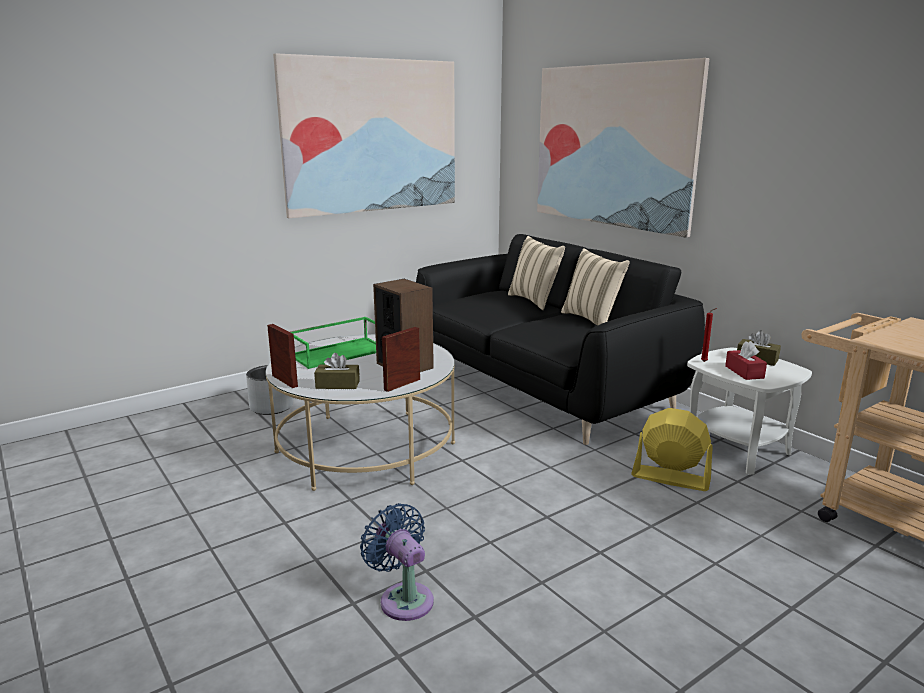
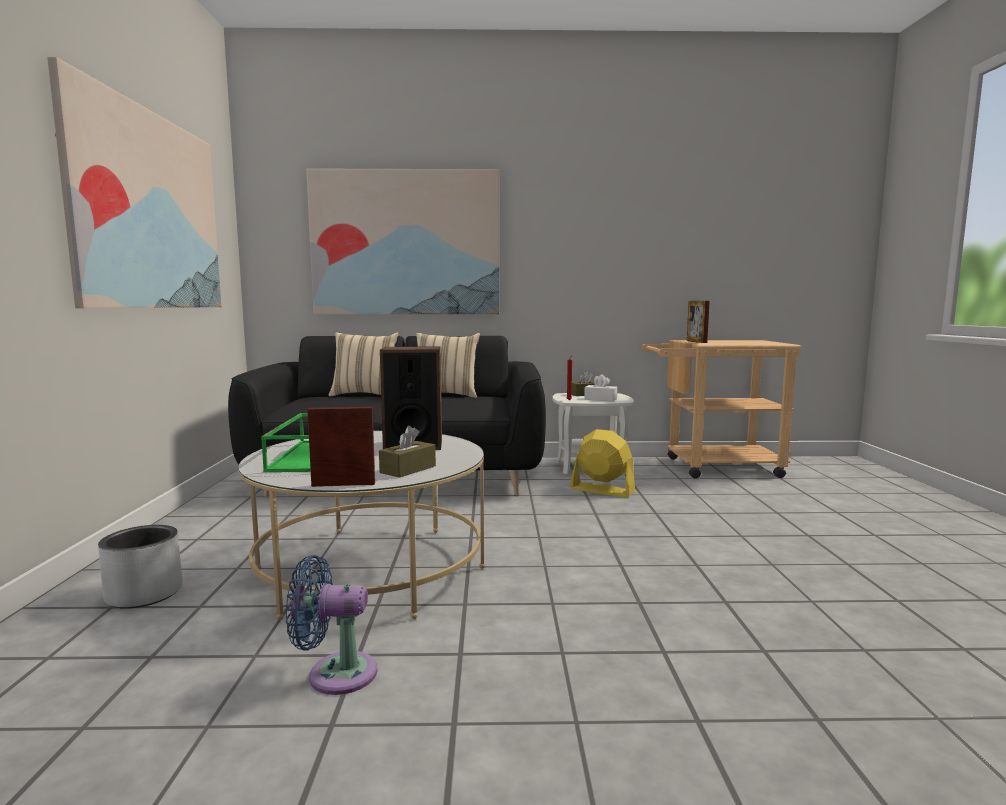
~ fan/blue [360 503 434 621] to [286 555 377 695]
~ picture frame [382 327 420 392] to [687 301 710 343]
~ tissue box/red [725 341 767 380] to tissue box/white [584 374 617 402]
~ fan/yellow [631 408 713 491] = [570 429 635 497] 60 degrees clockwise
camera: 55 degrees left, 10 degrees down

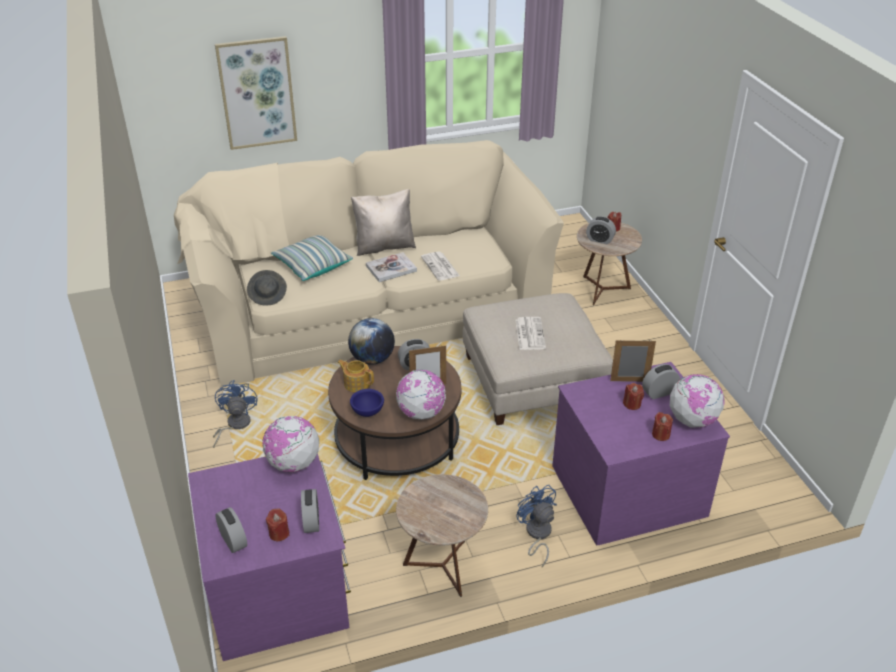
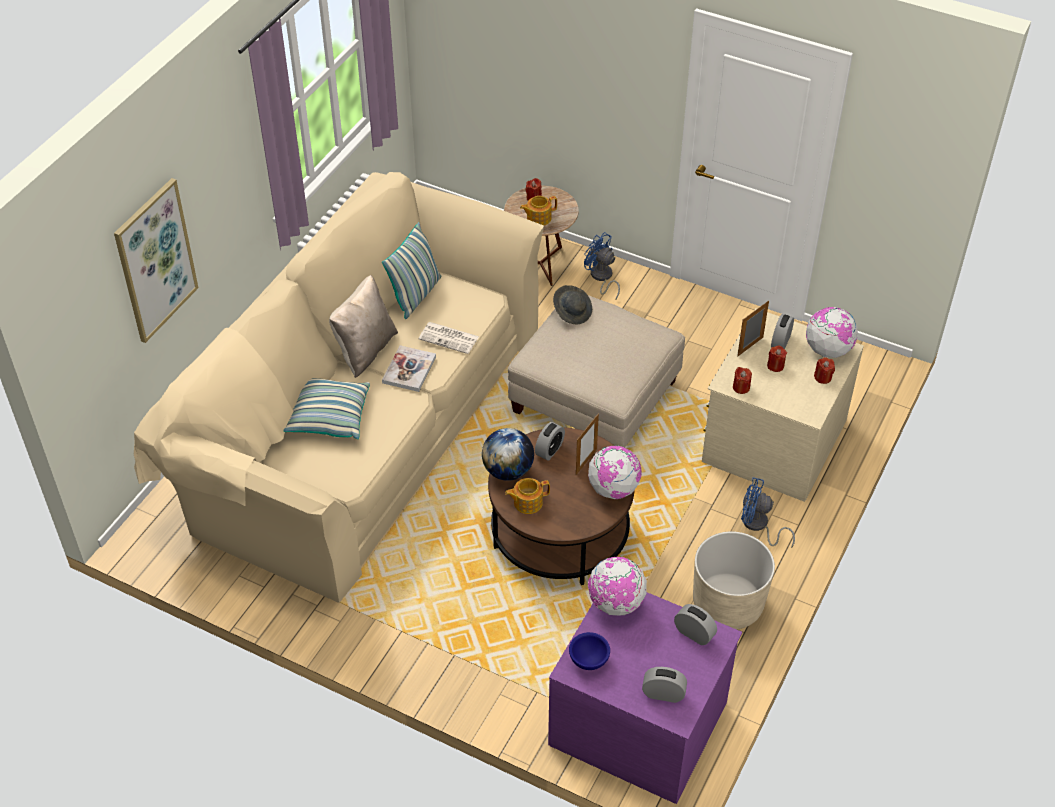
- newspaper [516 317 546 350]
+ pillow [382 222 441 319]
~ fan/blue [213 380 258 448] to [584 232 620 301]
~ hat/grey [247 270 287 306] to [553 285 592 324]
~ candle/red [266 508 289 541] to [733 367 752 394]
~ bowl/blue [350 389 384 417] to [569 632 610 670]
~ side table/brown [396 474 488 597] to planter/beige [693 531 775 629]
~ alarm clock [586 216 616 244] to teapot [520 196 557 226]
~ dresser/purple [552 362 730 545] to dresser/beige [702 308 864 502]
camera: 45 degrees left, 10 degrees up

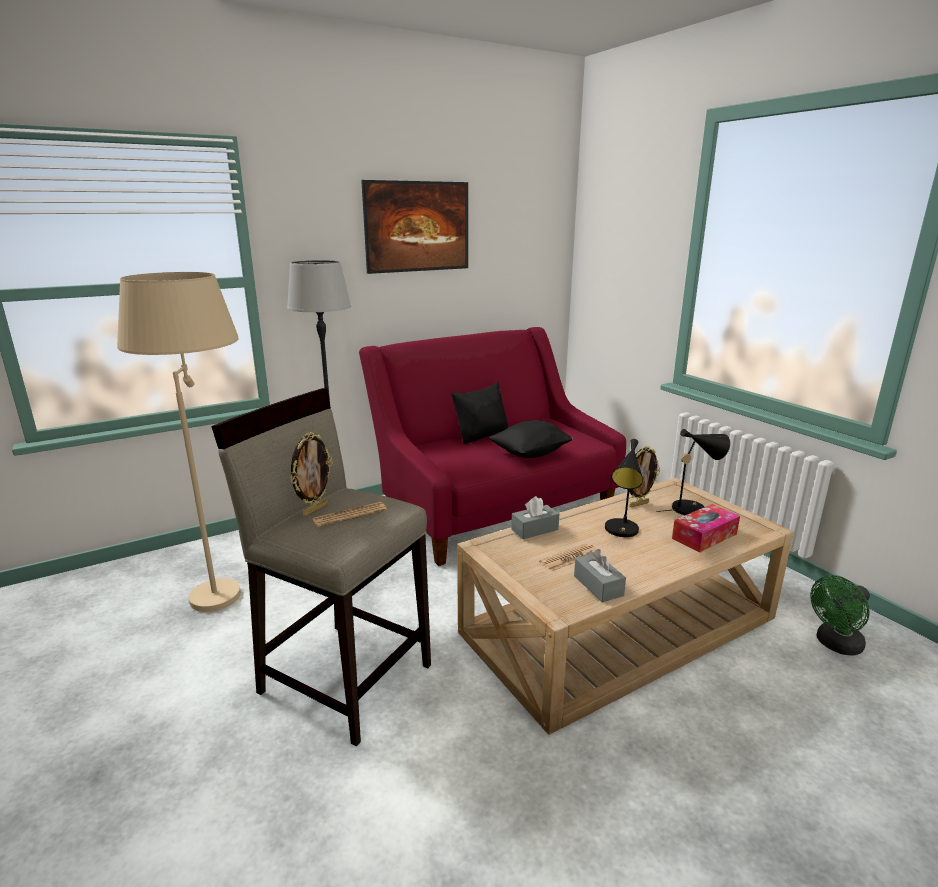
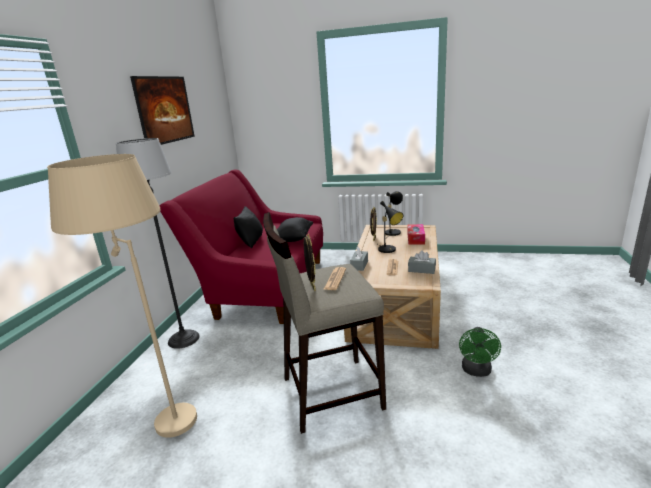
~ fan/green [810 575 870 656] to [459 327 501 377]
camera: 45 degrees left, 0 degrees up

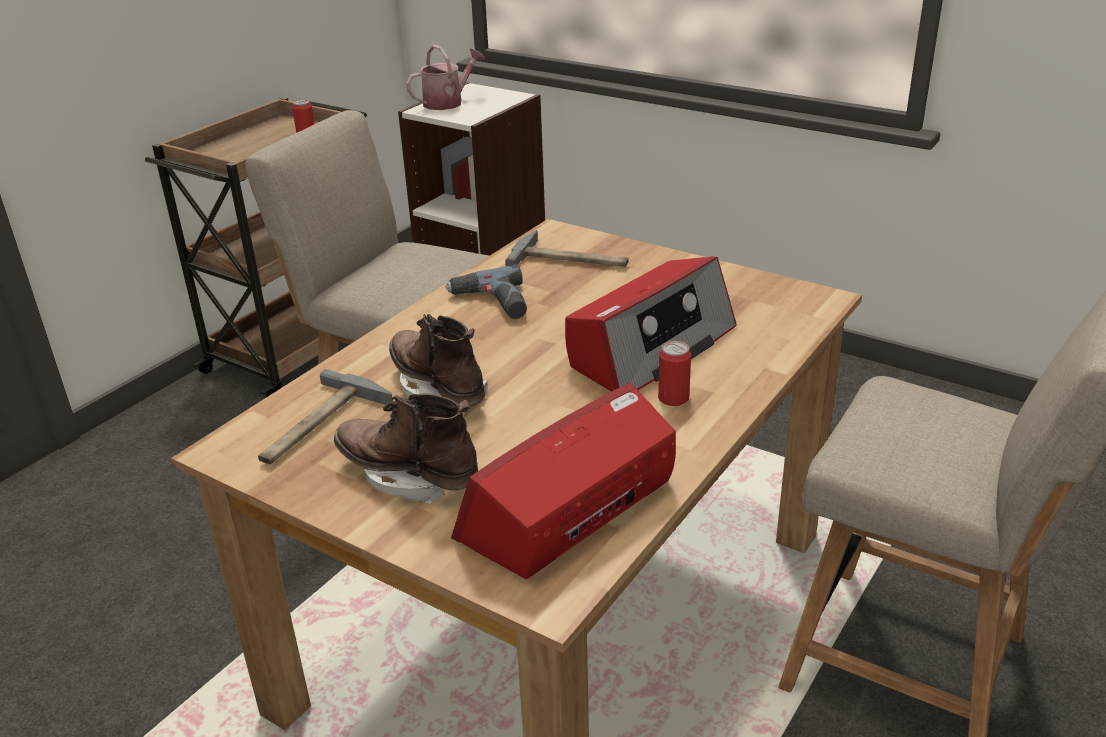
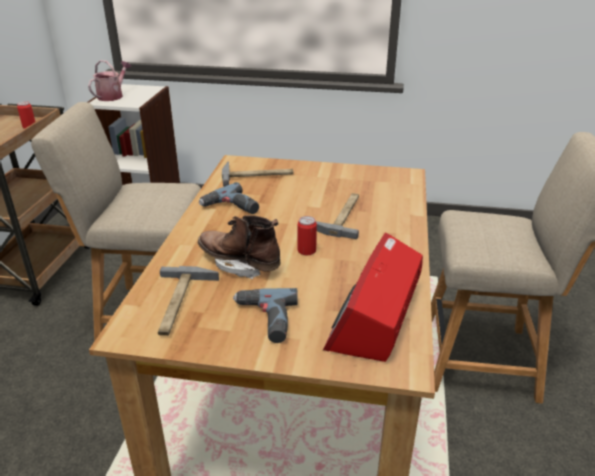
~ can [658 341 691 406] to [298 216 317 256]
~ boot/brown [334 393 478 504] to power drill [233 288 298 343]
~ radio [565 256 736 392] to hammer [316 193 359 239]
camera: 25 degrees left, 0 degrees up

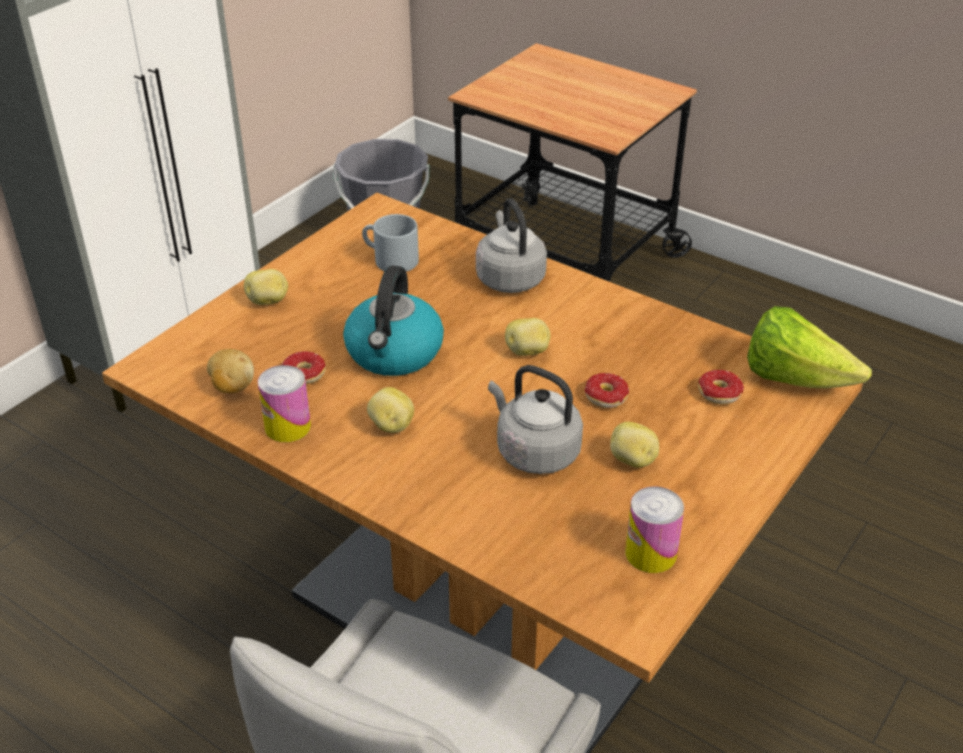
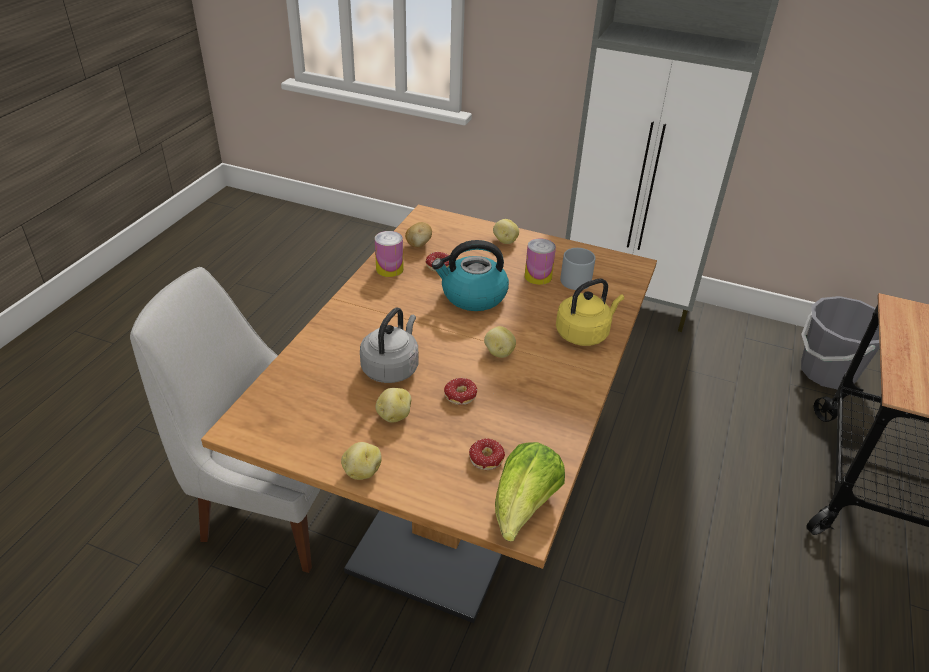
~ potato [367 387 414 433] to [341 442 382 480]
~ can [625 486 684 573] to [525 238 556 285]
~ kettle/grey [476 198 547 293] to kettle/yellow [556 278 624 346]
camera: 75 degrees right, 0 degrees up

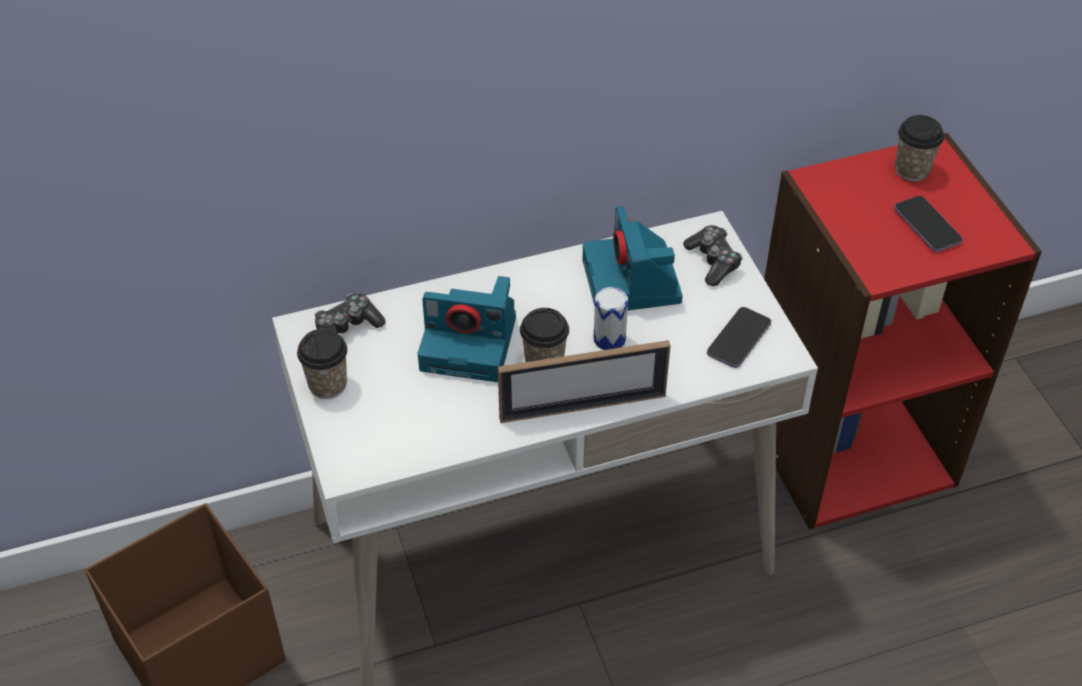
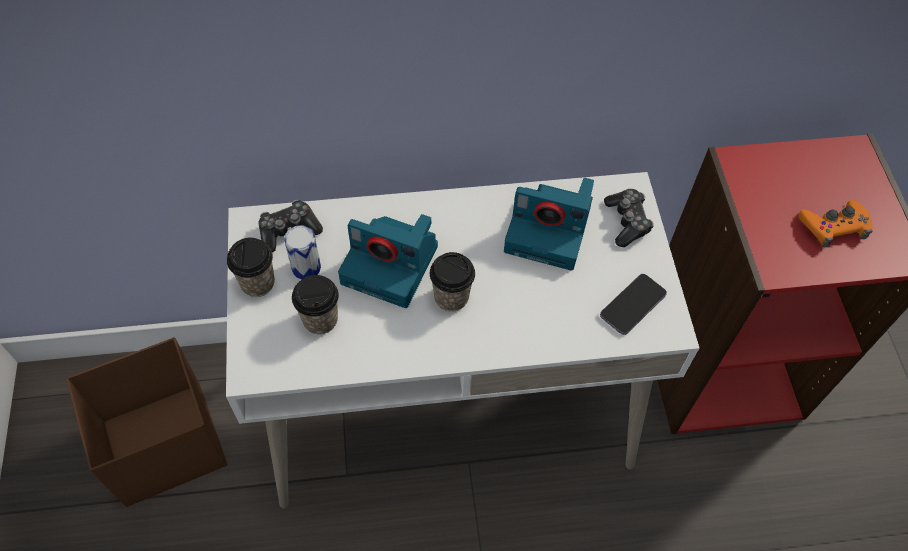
- picture frame [498 340 671 423]
~ can [594 287 628 350] to [284 225 321 279]
~ cup [895 115 944 181] to [292 275 339 334]
~ phone [894 196 963 252] to game controller/orange [798 200 873 247]
~ photo camera [582 206 683 310] = [504 178 594 271] 75 degrees counterclockwise
camera: 10 degrees right, 10 degrees up

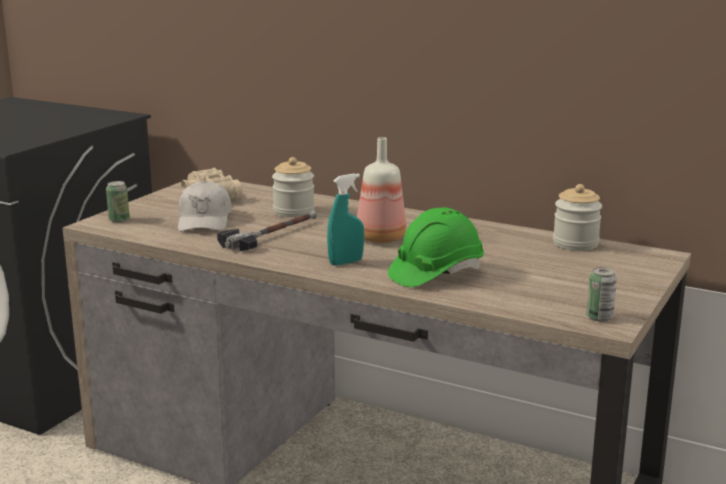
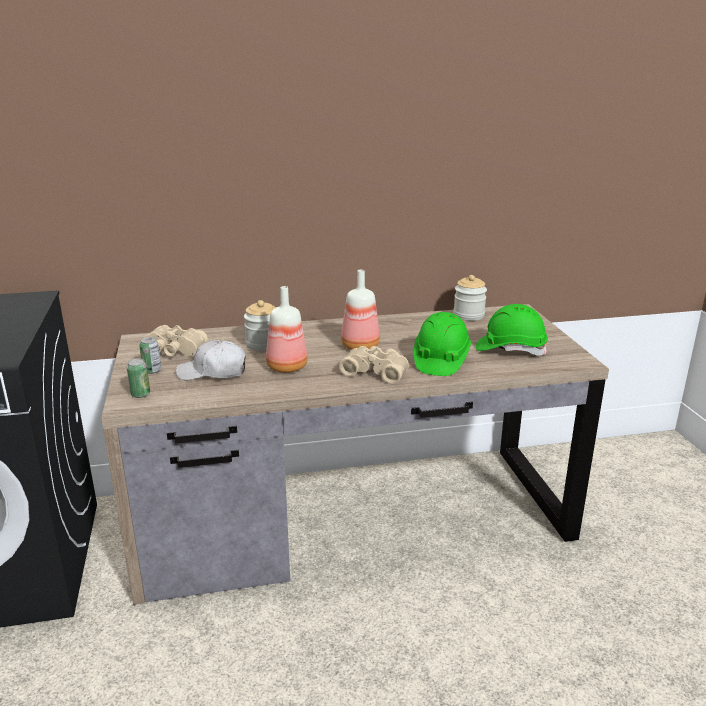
+ hard hat/green [476 304 548 356]
~ can [587 267 617 322] to [139 337 161 374]
~ hammer [217 210 317 251] to bottle [266 286 308 373]
~ spray bottle/turquoise [327 173 364 266] to binoculars/beige [339 346 409 384]
~ cap/white [178 180 232 231] = [176 339 246 380] 135 degrees clockwise
camera: 40 degrees left, 5 degrees up

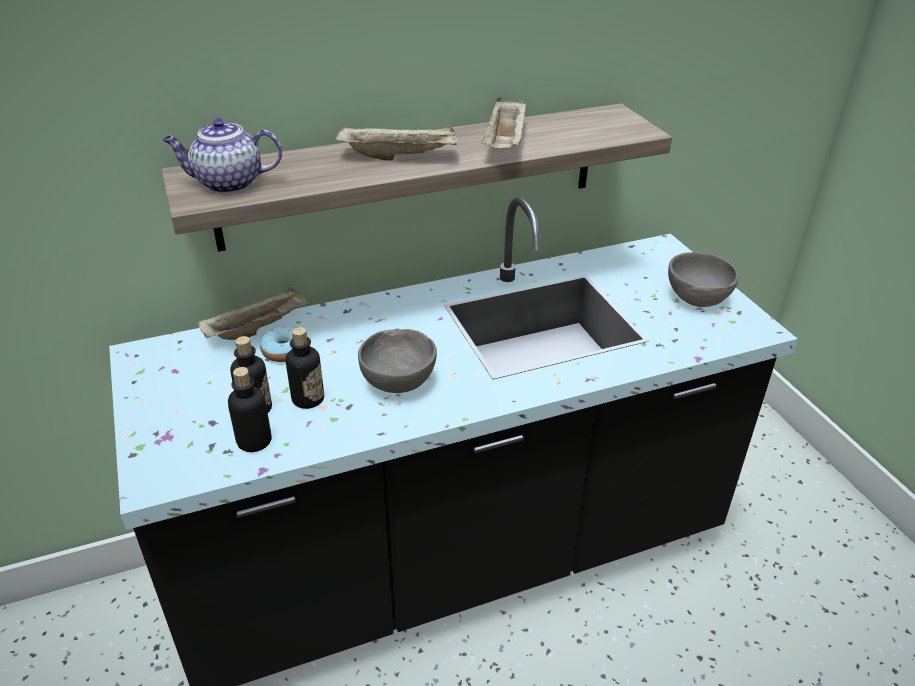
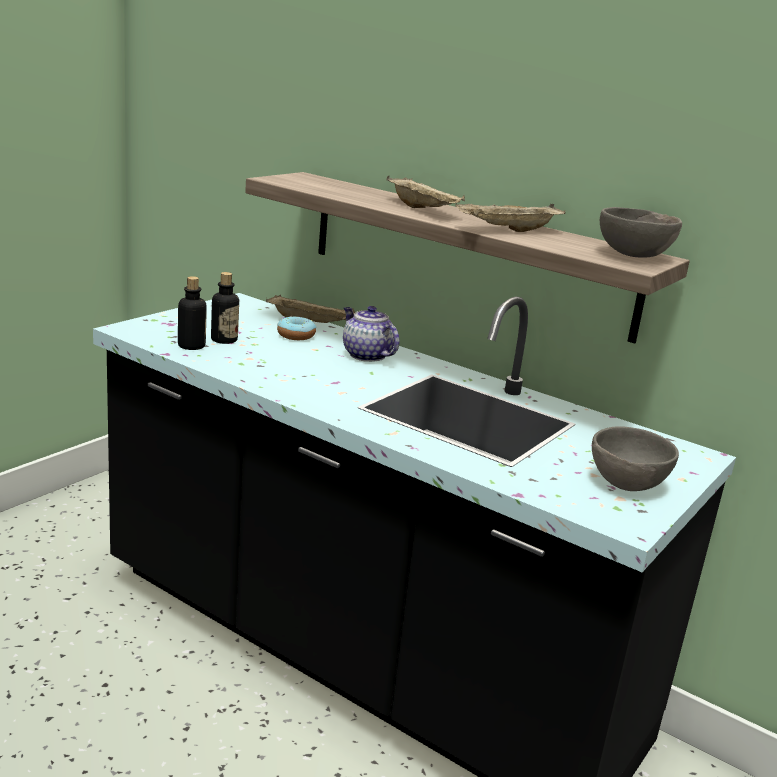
- bottle [286 327 324 409]
~ teapot [162 118 282 193] to [343 306 399 362]
~ bowl/grey [358 328 437 393] to [600 207 682 258]
camera: 55 degrees right, 15 degrees down

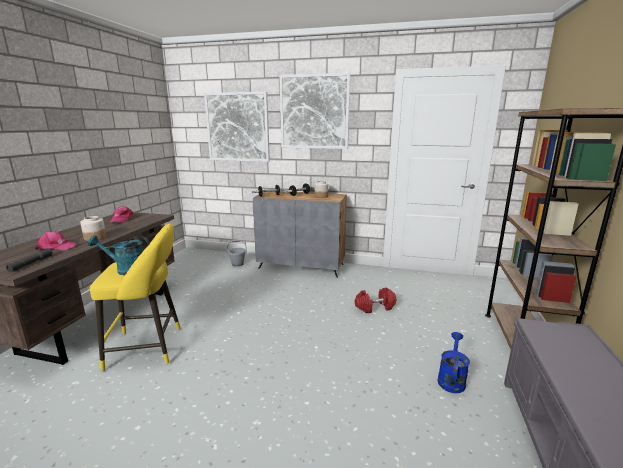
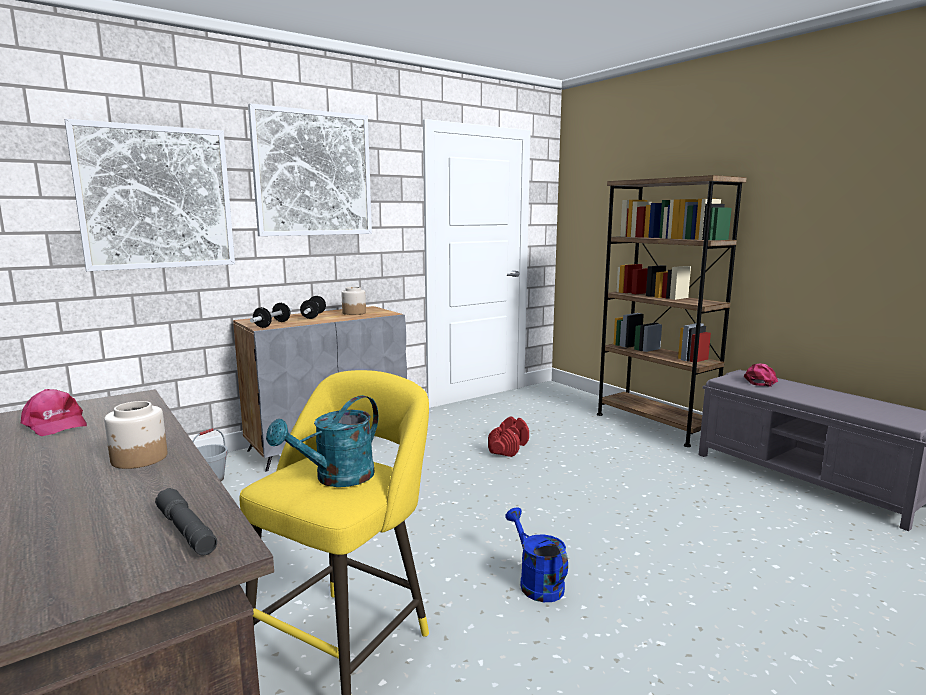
~ cap/pink [35 232 78 250] to [744 363 778 386]
~ watering can/blue [437 332 470 393] to [505 507 568 602]
camera: 50 degrees left, 5 degrees down

